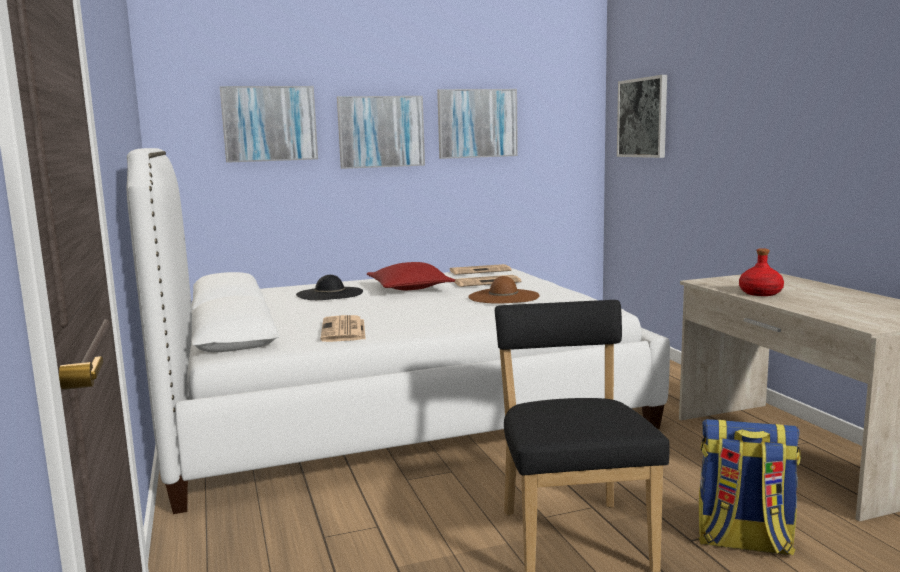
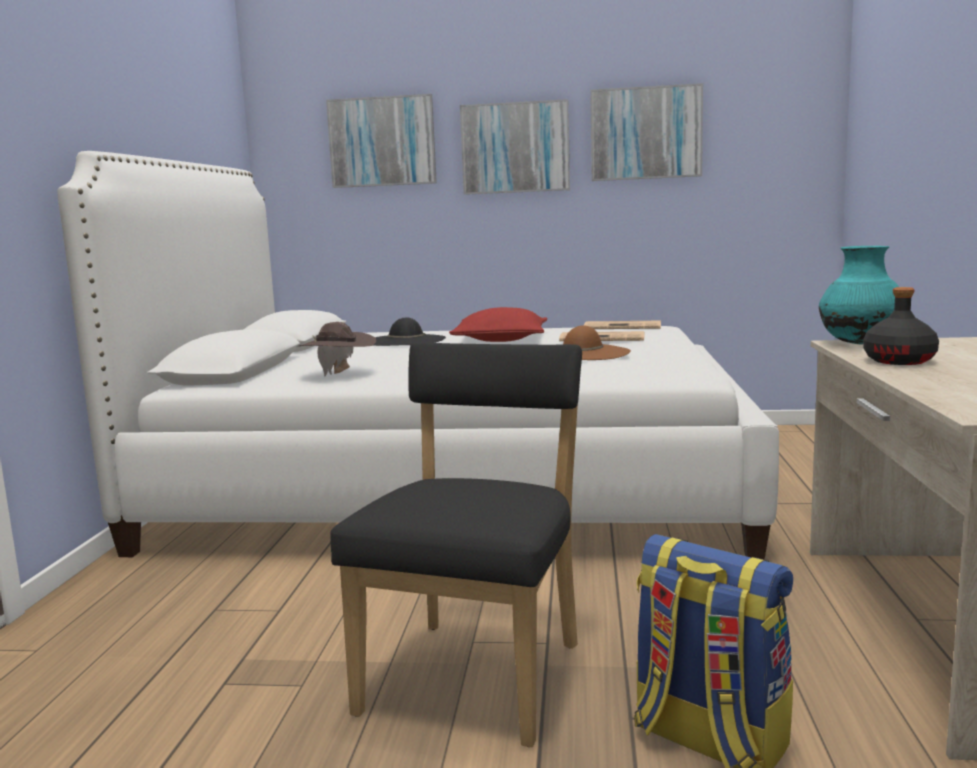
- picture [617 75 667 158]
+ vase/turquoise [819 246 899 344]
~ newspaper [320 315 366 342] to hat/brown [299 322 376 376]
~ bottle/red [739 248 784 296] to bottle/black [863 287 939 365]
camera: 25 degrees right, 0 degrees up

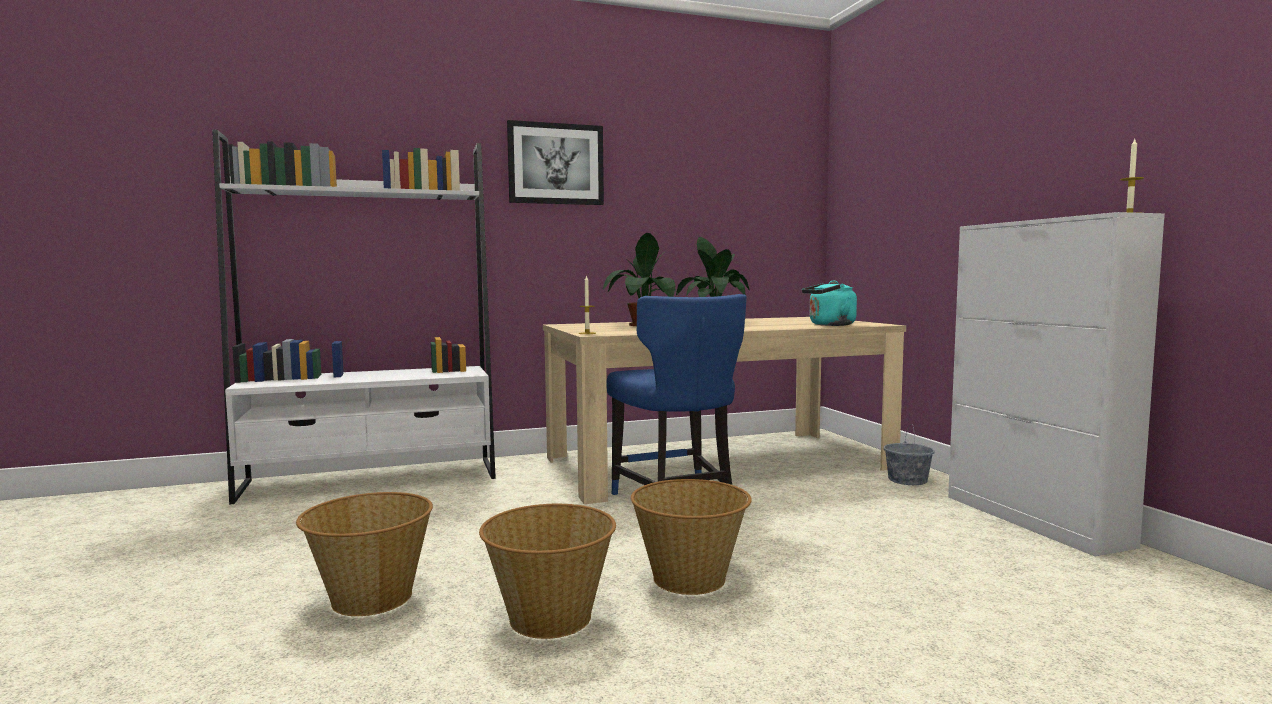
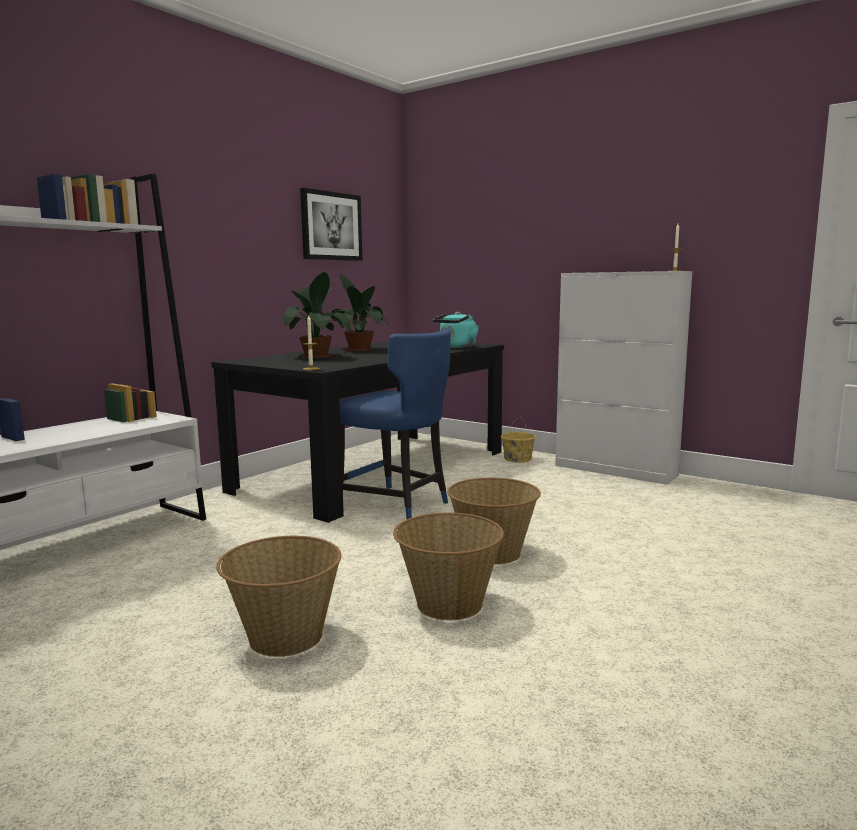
~ picture [507 120 604 205] to [300 188 363 261]
~ dining table/beige [543 317 906 504] to dining table/black [211 341 504 523]
~ bucket/grey [883 424 935 485] to bucket/yellow [501 418 536 462]
camera: 35 degrees left, 5 degrees up

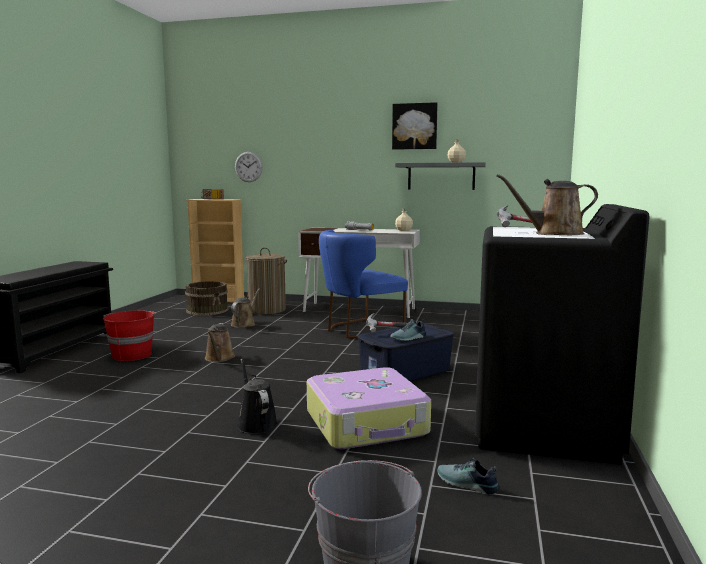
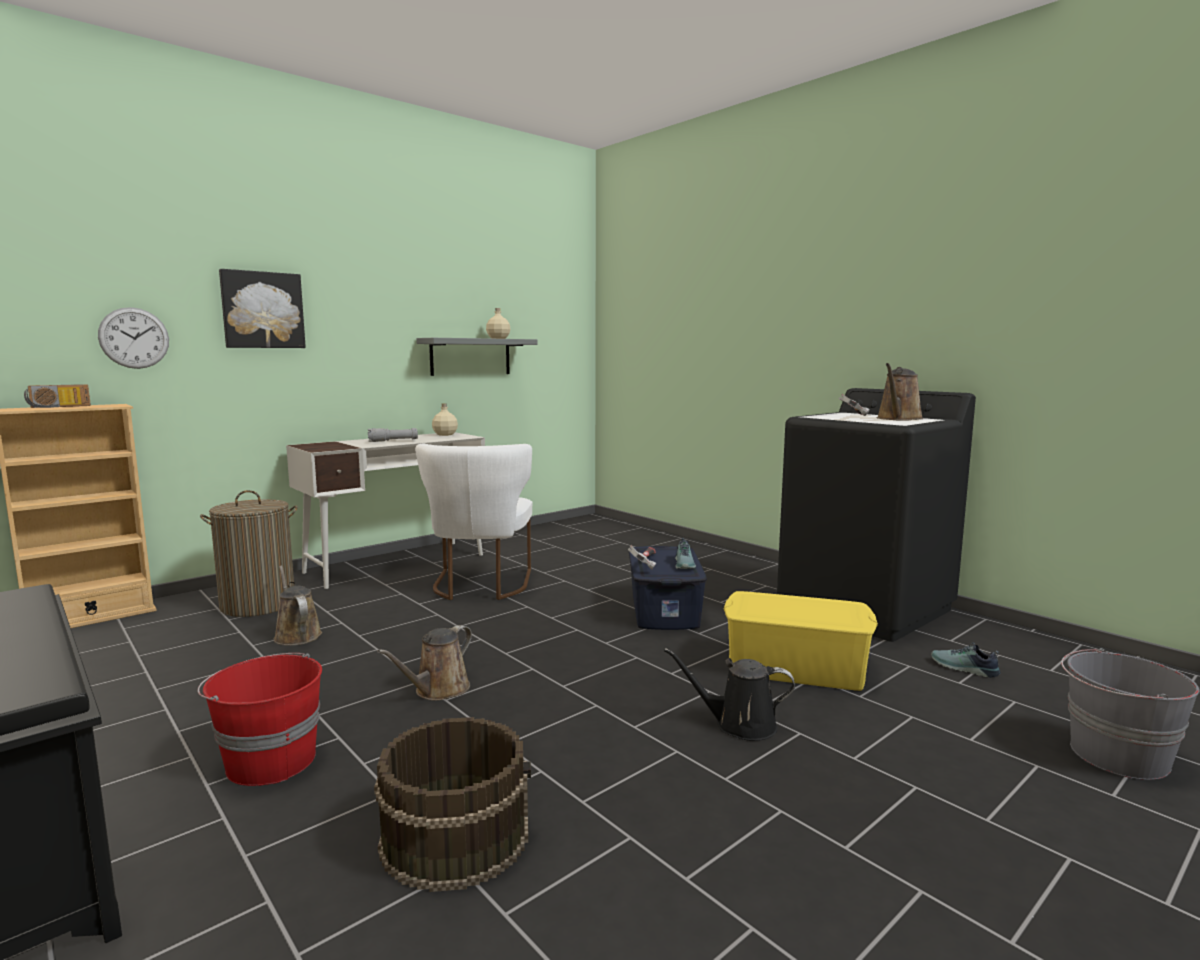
~ bucket/brown [185 281 229 315] to [374 717 531 892]
~ picture [392 102 438 150] to [219 269 306 348]
~ suitcase [307 367 431 449] to storage box/yellow [724 591 878 691]
~ chair/blue [319 230 408 339] to chair/white [415 444 532 600]
~ watering can/brown [205 323 235 362] = [377 625 472 701] 90 degrees clockwise
~ shoe [438 458 499 495] = [931 643 1001 678] 60 degrees clockwise
camera: 55 degrees left, 0 degrees up

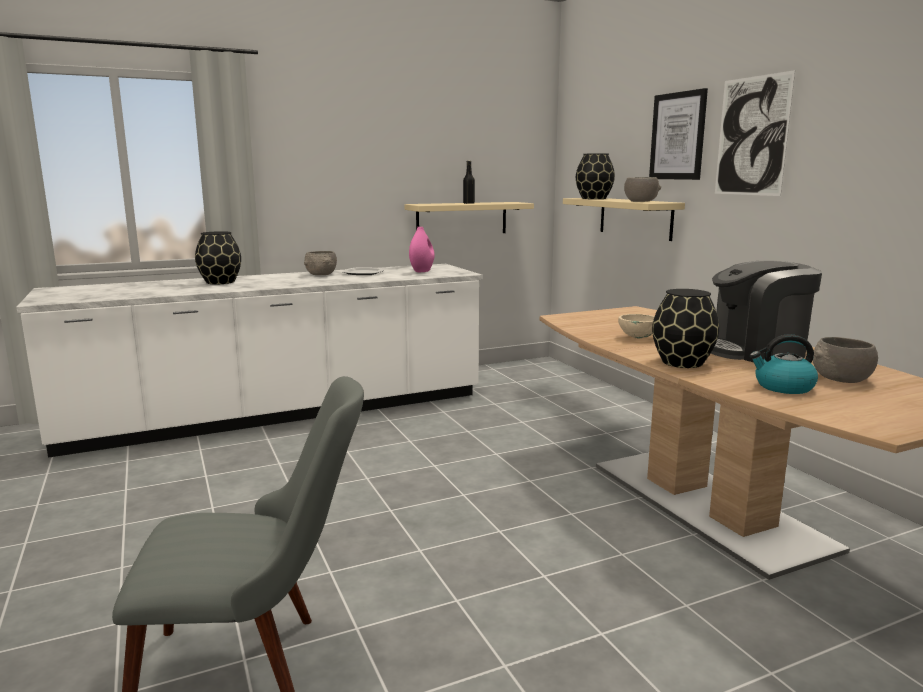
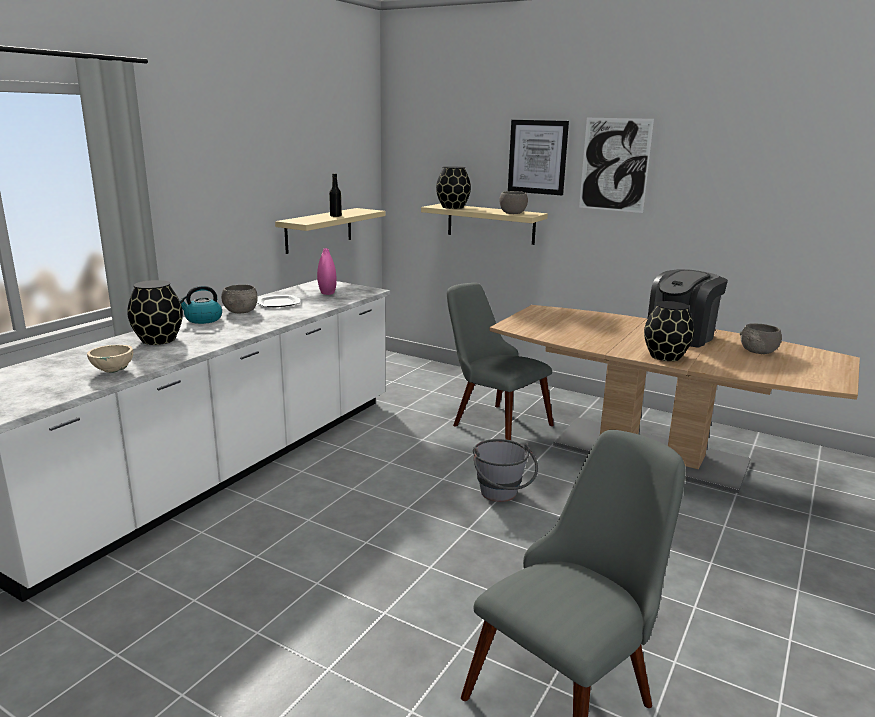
+ chair/grey [447 283 554 440]
+ bucket/grey [473 439 538 502]
~ bowl/beige [618 314 655 339] to [87 345 133 373]
~ kettle [750 334 818 394] to [179 285 222 324]
camera: 35 degrees left, 5 degrees up

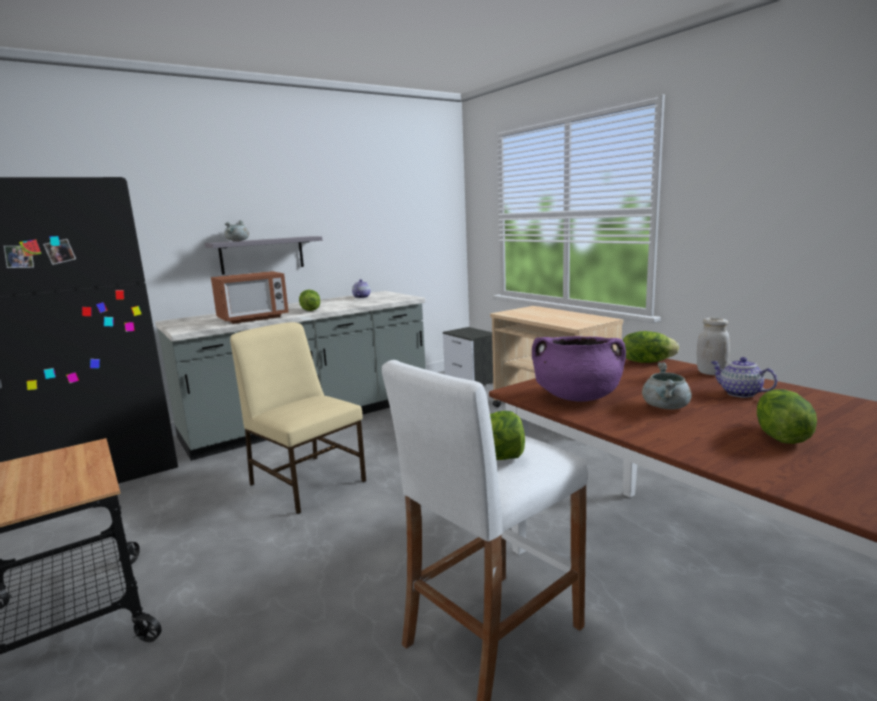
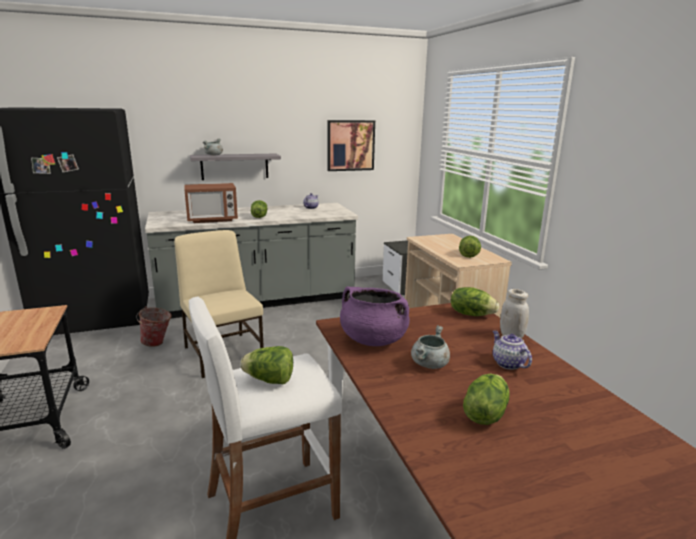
+ bucket [136 306 171 347]
+ picture [327 120 375 171]
+ lettuce [459 236 481 258]
camera: 15 degrees right, 5 degrees up

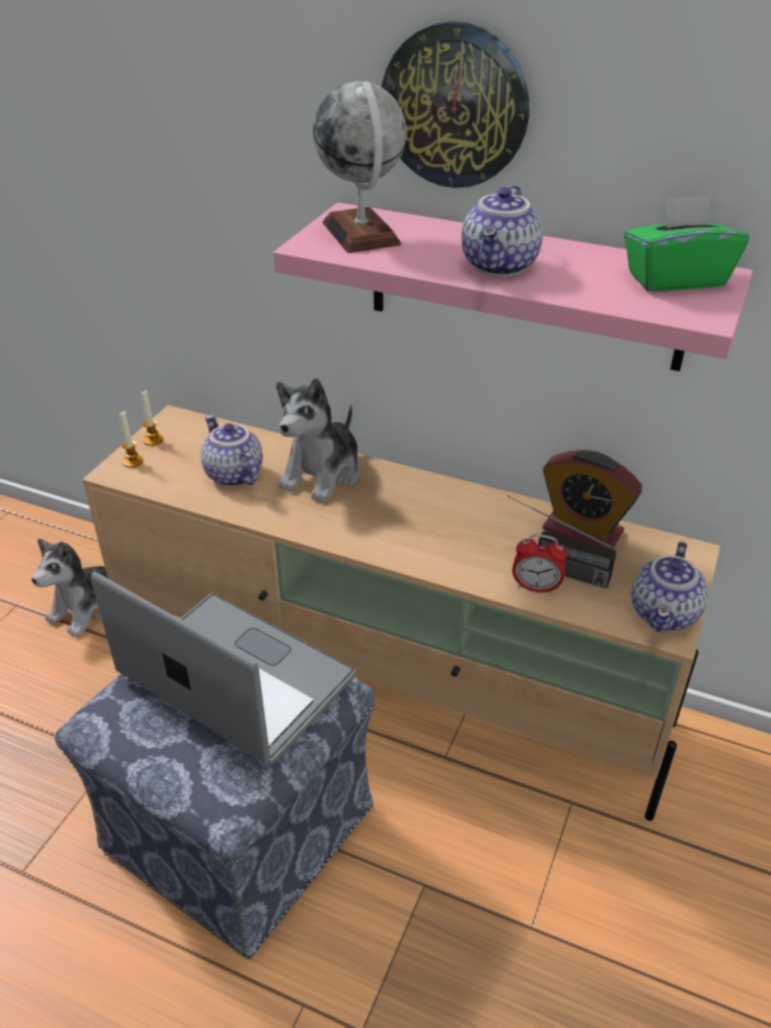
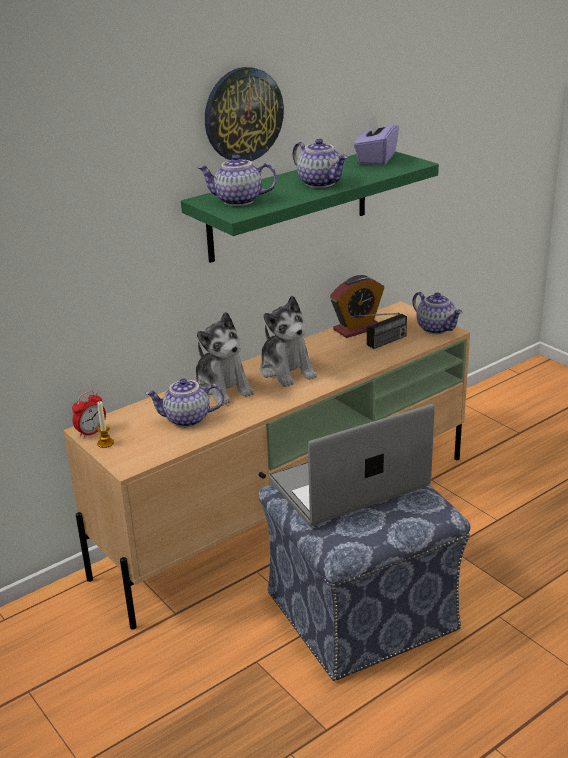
- candle [120 411 143 468]
~ plush toy [31 539 108 637] to [260 296 317 387]
~ alarm clock [512 534 567 594] to [72 390 106 438]
~ globe [313 81 407 253] to teapot [198 155 277 206]
~ shelf/pink [273 202 753 371] to shelf/green [181 151 439 263]
~ tissue box/green [624 195 749 292] to tissue box/purple [354 115 399 166]
camera: 60 degrees left, 10 degrees down

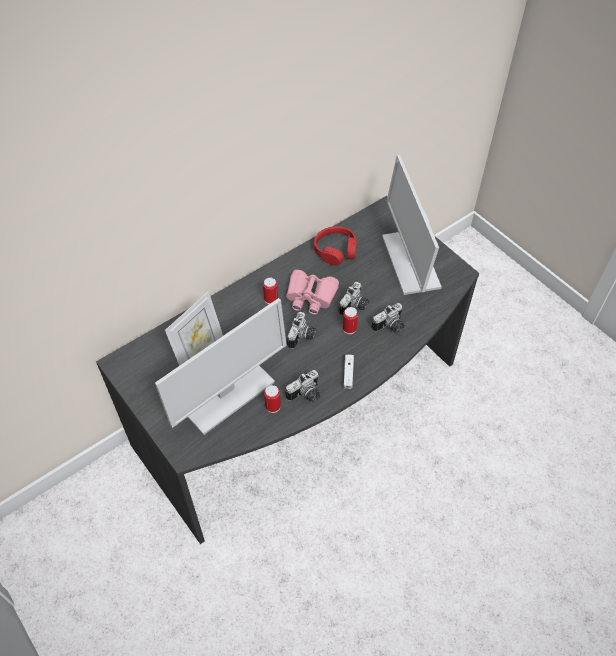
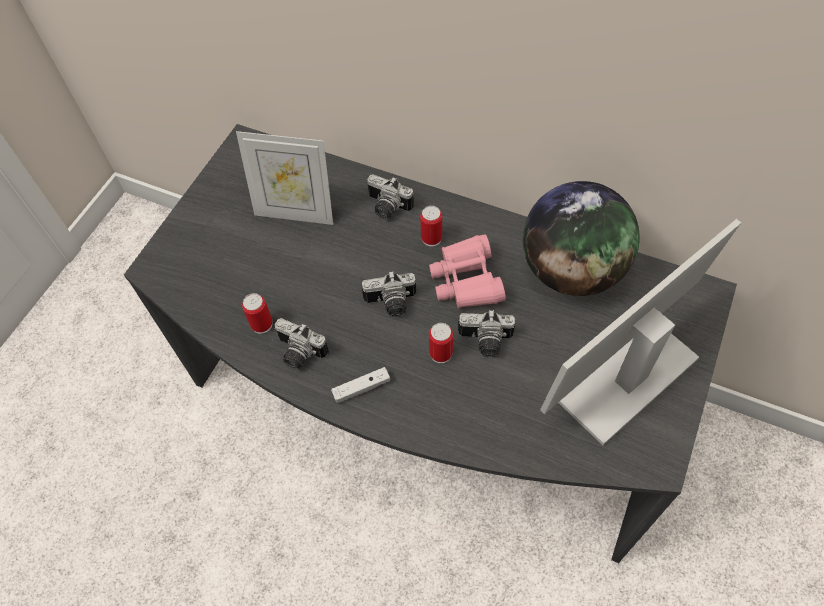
- monitor [155 298 287 435]
~ photo camera [372 303 404 333] to [367 174 414 219]
~ headphones/red [314 226 357 266] to globe [522 181 640 296]
camera: 65 degrees right, 5 degrees up

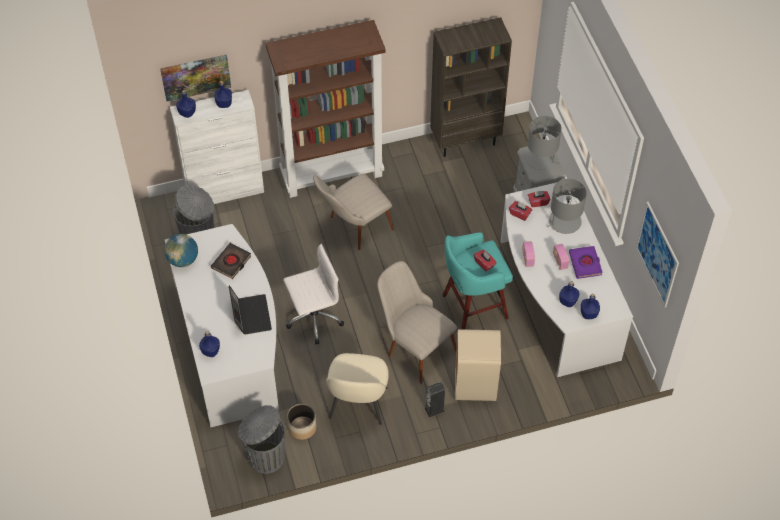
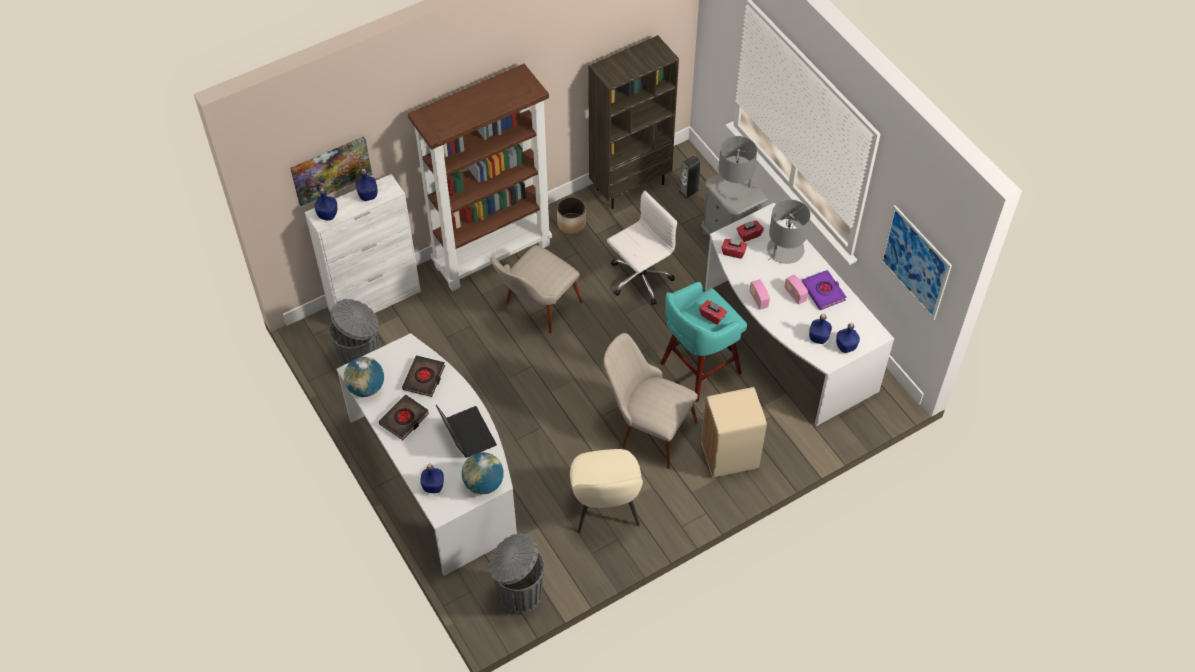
+ book/black [378 394 429 440]
+ globe [462 452 504 494]
~ office chair/white [283 244 344 344] to [607 190 677 305]
~ planter [287 404 316 440] to [557 197 586 234]
~ speaker [425 382 445 418] to [679 155 701 199]
camera: 15 degrees left, 0 degrees up

